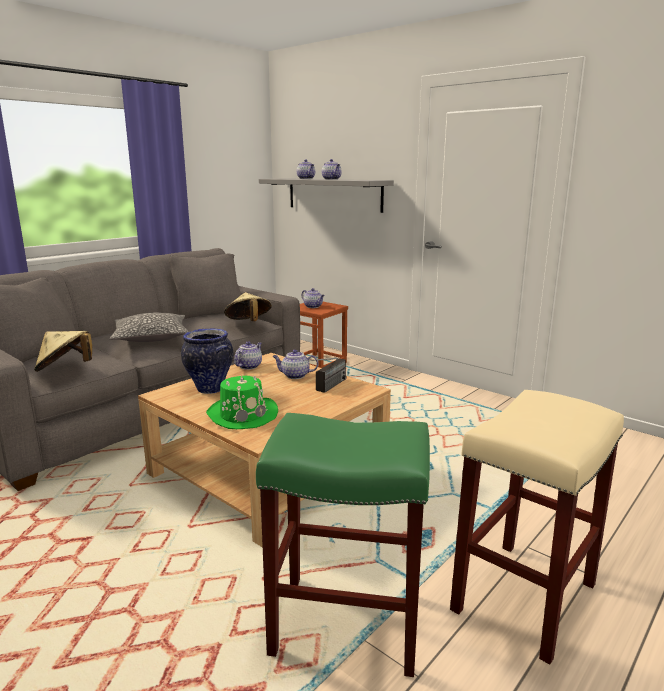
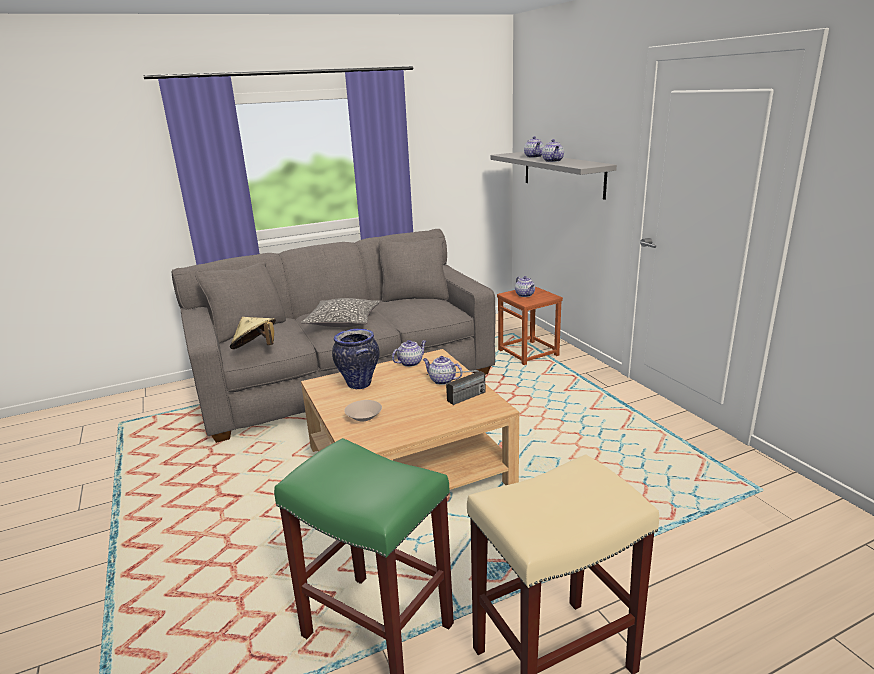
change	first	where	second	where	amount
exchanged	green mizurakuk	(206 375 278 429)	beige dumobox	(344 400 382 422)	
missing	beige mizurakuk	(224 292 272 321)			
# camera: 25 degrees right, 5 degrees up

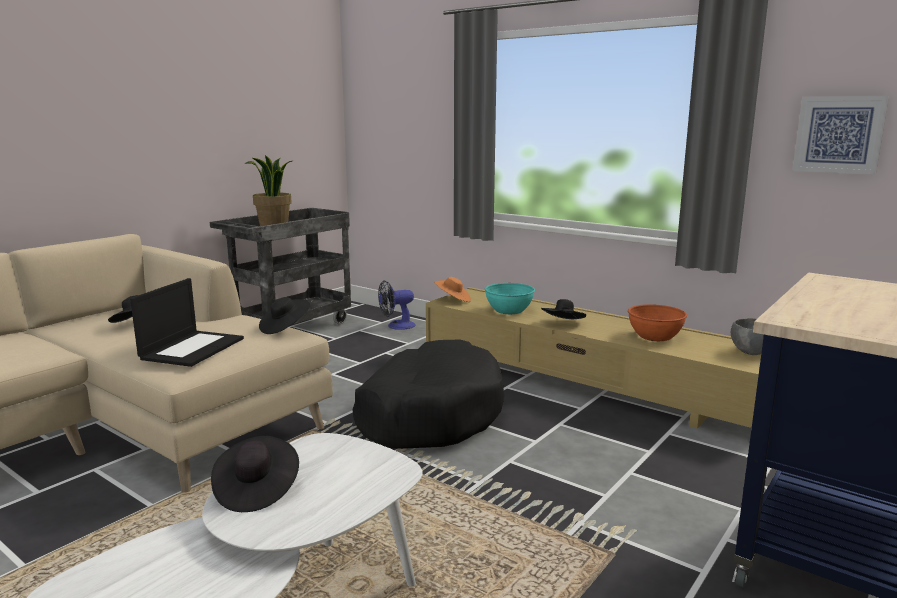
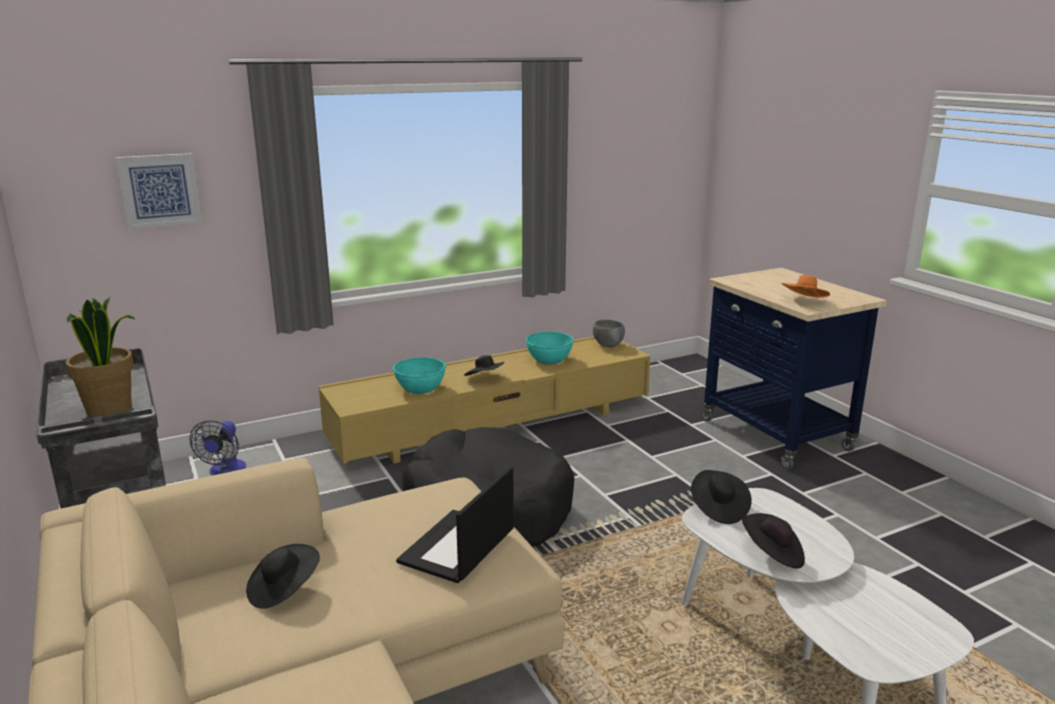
change	first	where	second	where	amount
relocated	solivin	(792 96 889 175)		(115 153 202 229)	
spun	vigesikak	(130 278 244 367)		(396 467 514 583)	105 degrees counterclockwise
colour	orange dumobox	(628 304 687 341)	turquoise dumobox	(526 332 574 364)	
relocated	black mizurakuk	(259 297 311 334)		(691 470 752 524)	
relocated	orange mizurakuk	(434 277 471 302)		(782 275 830 298)	
# camera: 65 degrees left, 5 degrees up

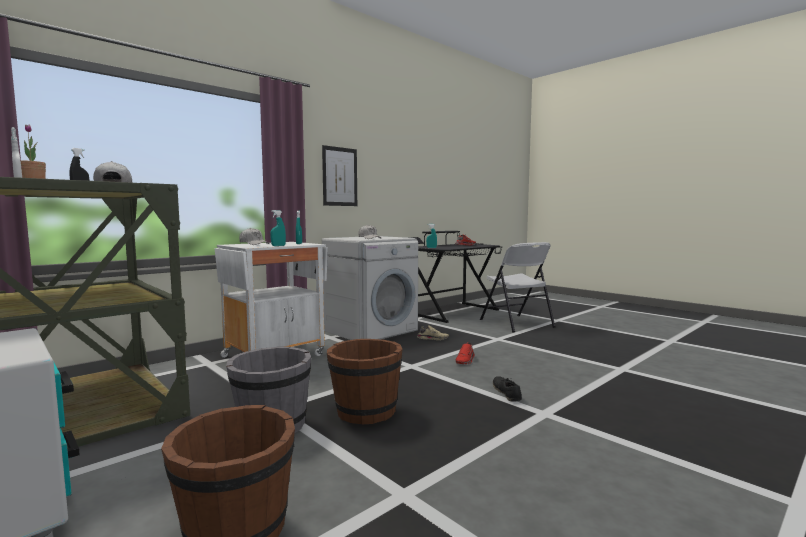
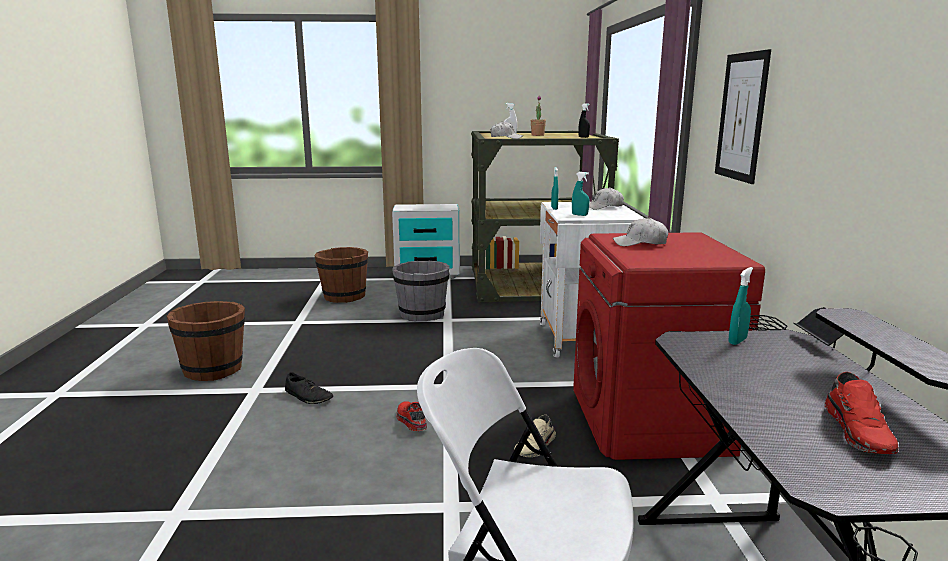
change	first	where	second	where	amount
relocated	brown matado	(327 339 403 424)		(166 301 245 381)	
colour	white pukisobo	(322 236 418 340)	red pukisobo	(573 232 765 460)	
# camera: 130 degrees right, 10 degrees up

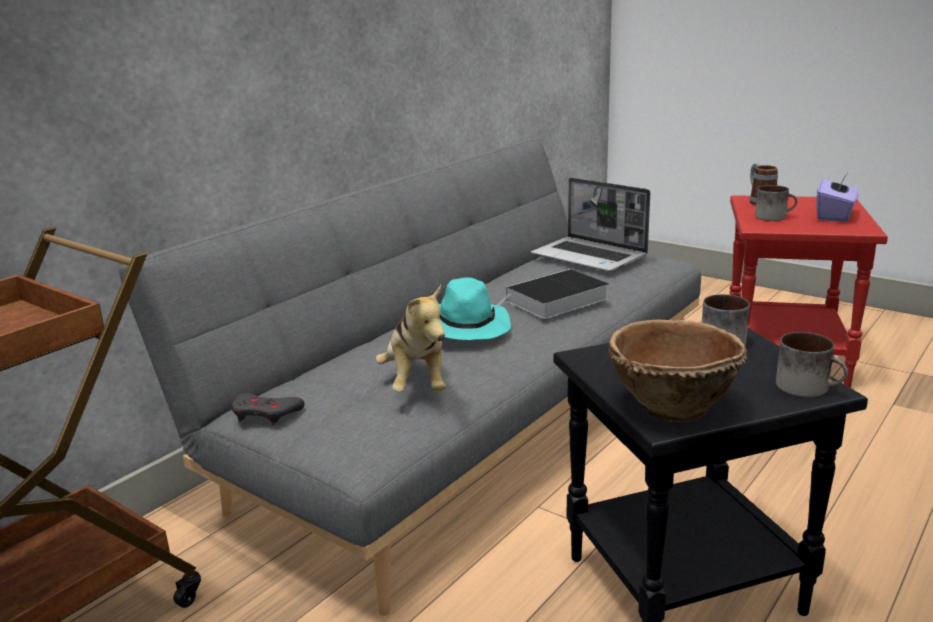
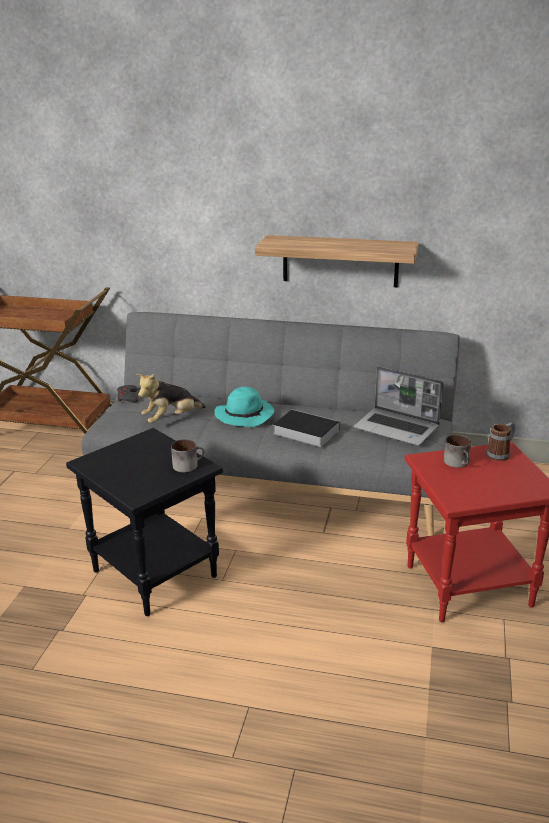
change	first	where	second	where	amount
appeared			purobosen	(255 235 419 287)	
spun	vigesikak	(531 177 650 272)		(354 366 443 445)	75 degrees counterclockwise
missing	brown dumobox	(608 320 747 422)			
missing	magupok	(776 332 848 397)			
missing	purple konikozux	(816 171 859 222)			
# camera: 65 degrees right, 5 degrees up

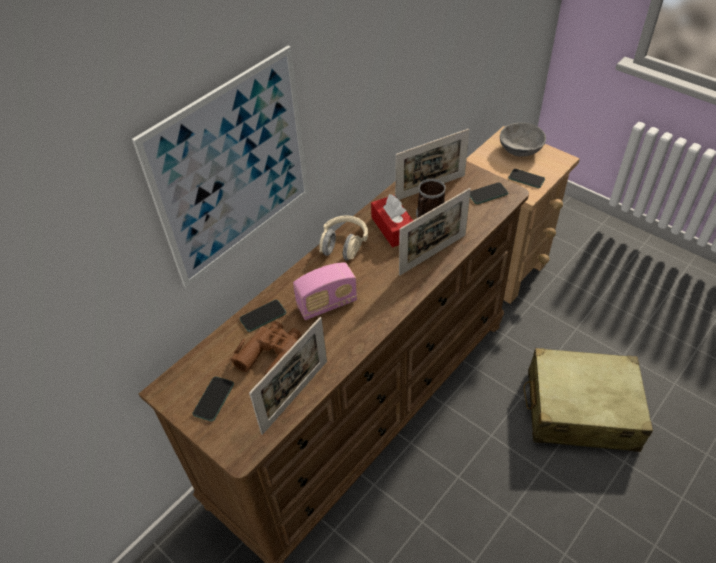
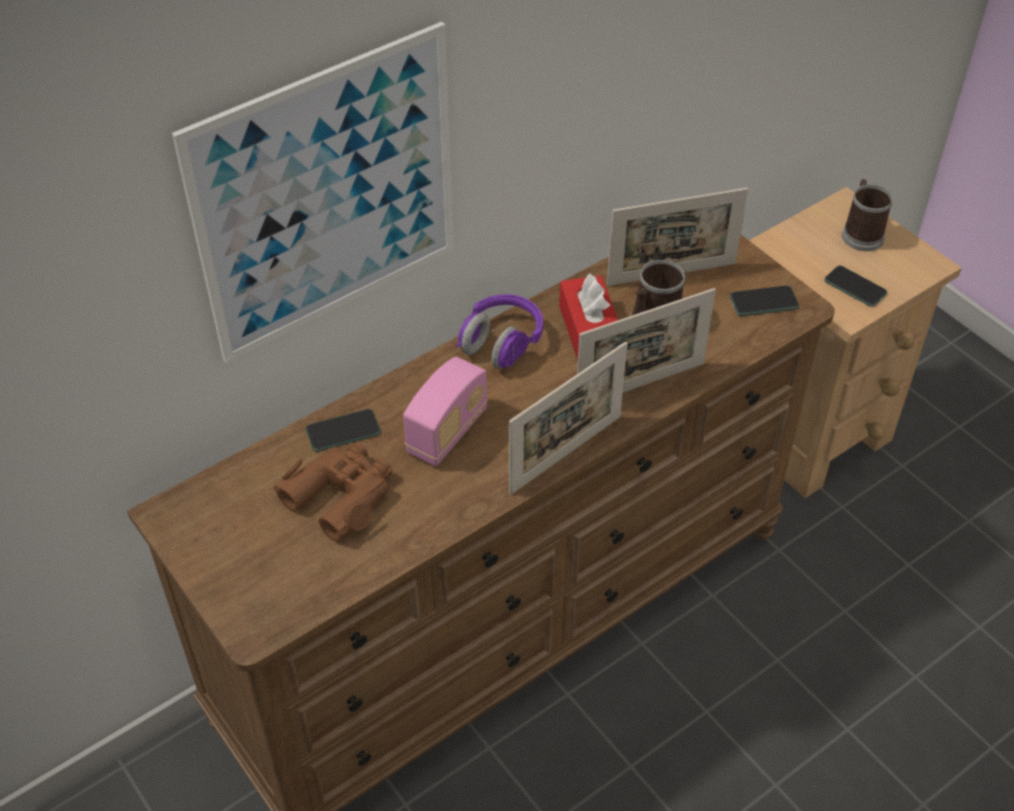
change	first	where	second	where	amount
spun	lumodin	(293 262 357 320)		(403 357 488 466)	45 degrees counterclockwise
colour	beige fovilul	(319 215 368 261)	purple fovilul	(456 294 543 369)	
relocated	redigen	(249 317 327 435)		(509 342 628 495)	
exchanged	grey dumobox	(500 123 546 157)	magupok	(842 179 893 251)	
missing	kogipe	(193 377 234 422)			
missing	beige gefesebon	(523 348 653 452)			
# camera: 10 degrees right, 0 degrees up

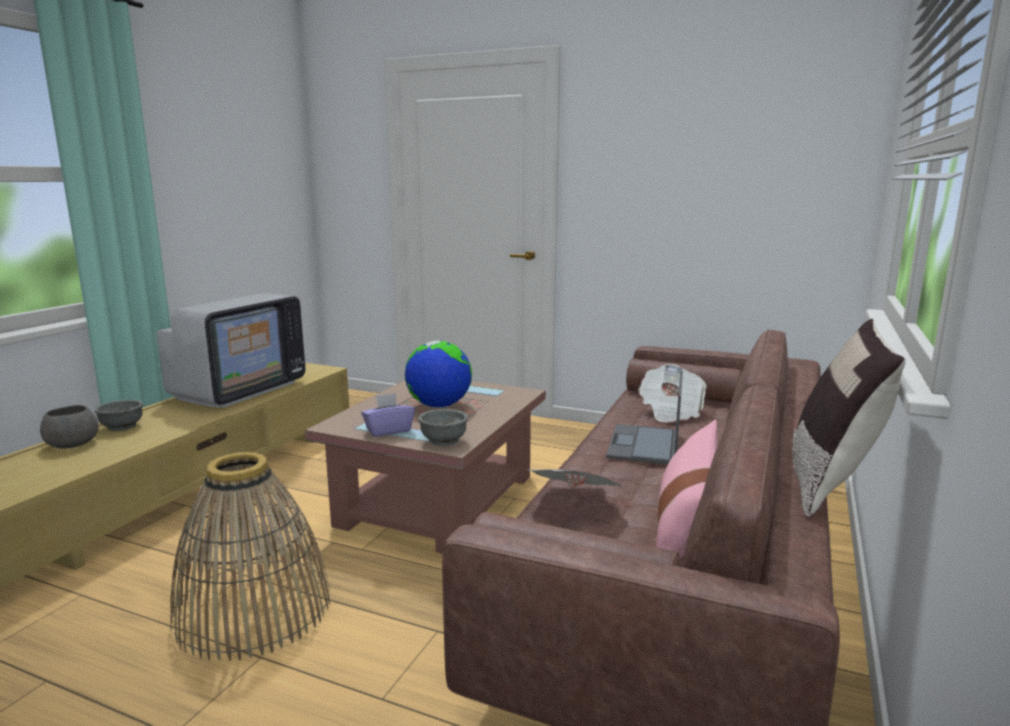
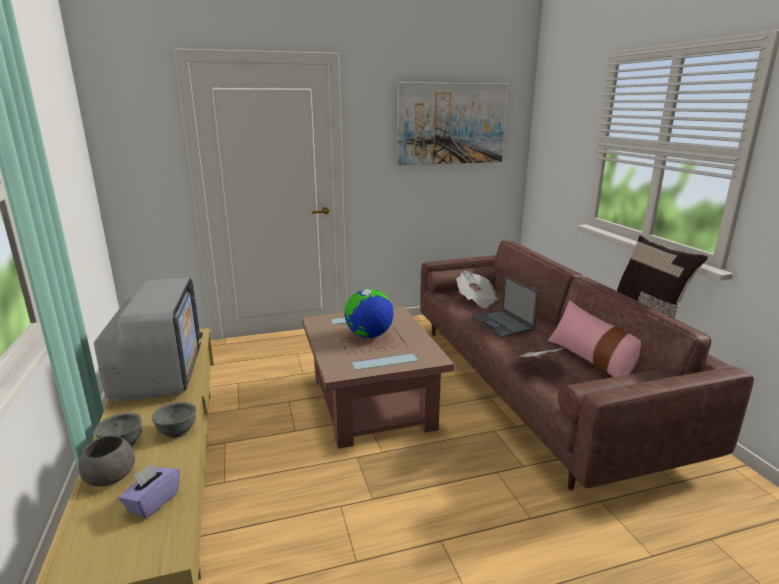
change	first	where	second	where	amount
relocated	purple konikozux	(361 393 415 437)		(119 462 180 519)	
relocated	grey dumobox	(419 409 468 446)		(152 402 196 438)	
appeared			solivin	(397 82 508 165)	
missing	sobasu	(170 452 330 661)			
# camera: 40 degrees left, 5 degrees up

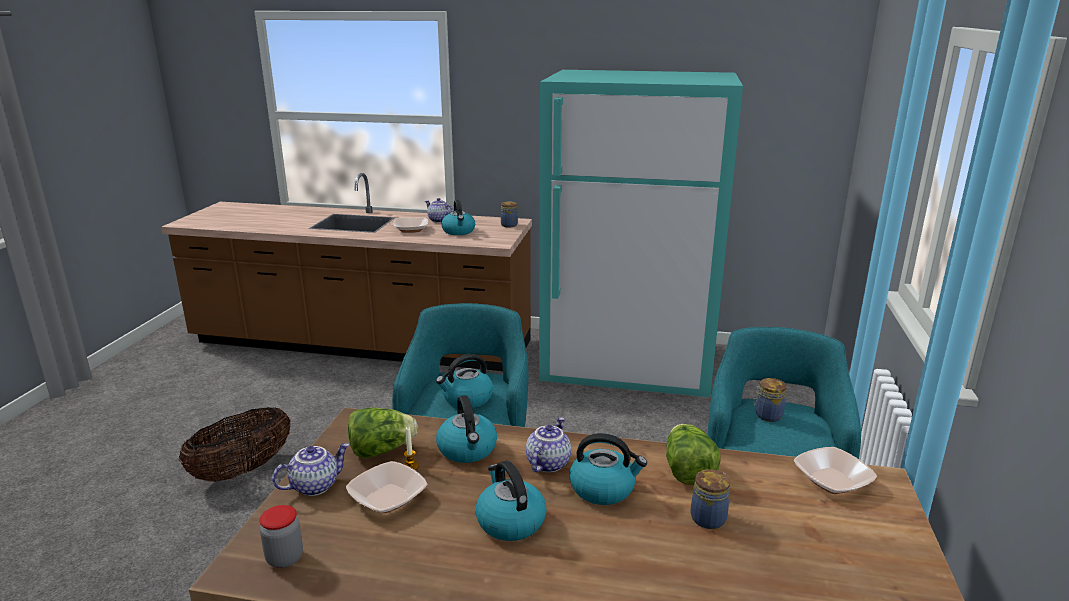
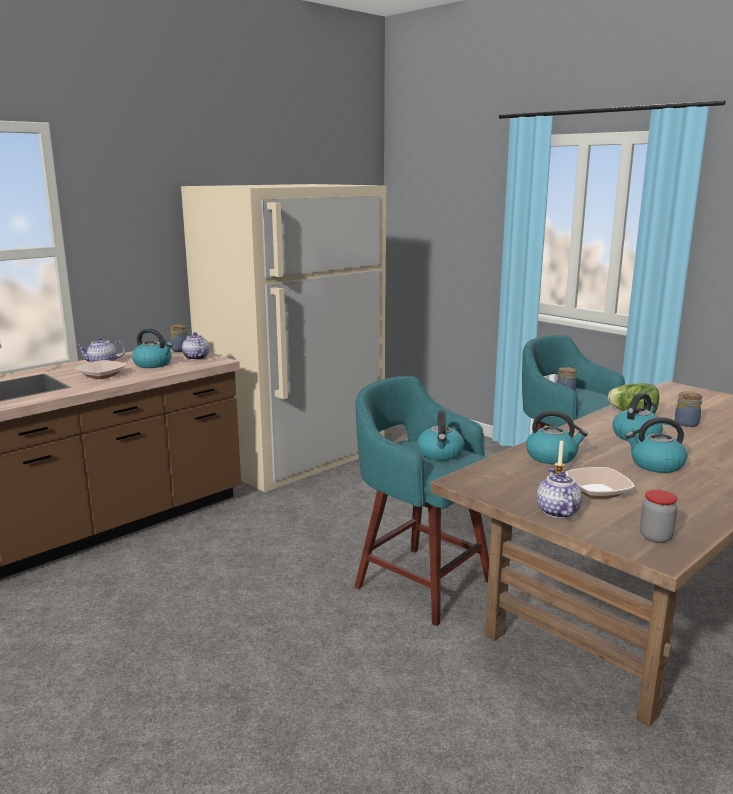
change	first	where	second	where	amount
colour	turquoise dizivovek	(539 70 743 397)	beige dizivovek	(181 184 386 492)	
relocated	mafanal	(526 417 571 473)		(182 332 210 360)	
missing	sobasu	(179 407 290 482)			
missing	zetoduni	(348 408 418 458)			
missing	dumobox	(794 447 877 494)			
# camera: 55 degrees left, 5 degrees down

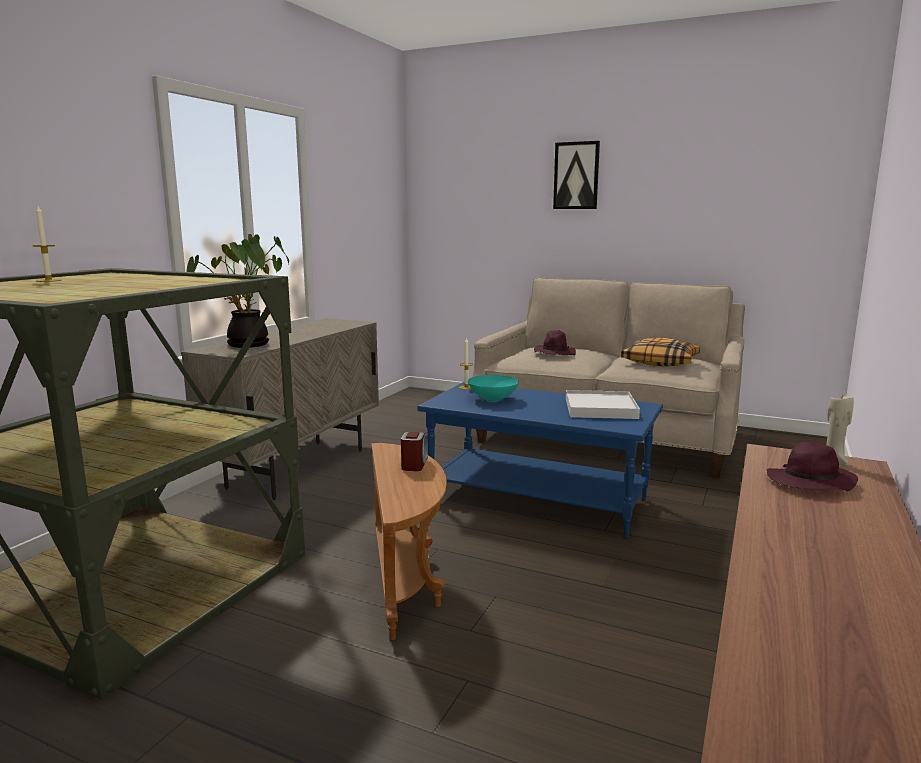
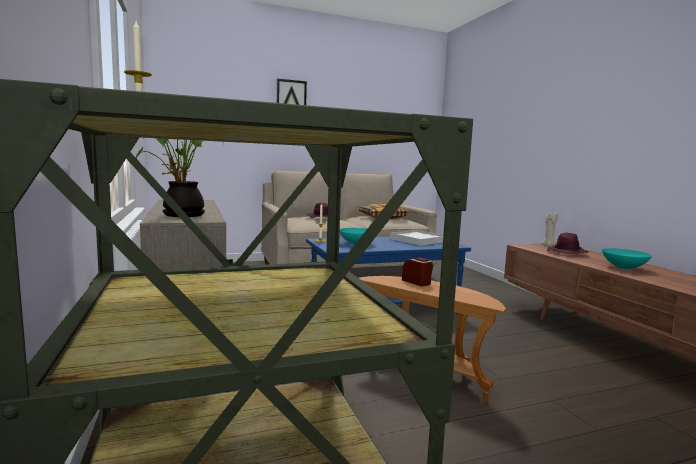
change	first	where	second	where	amount
appeared			turquoise dumobox	(602 248 652 270)	
# camera: 45 degrees left, 5 degrees down

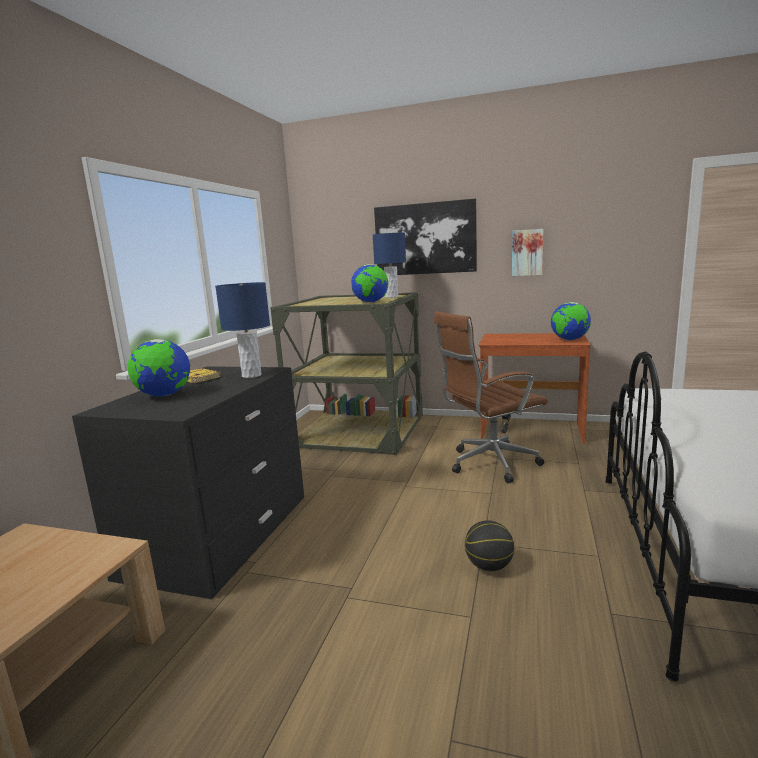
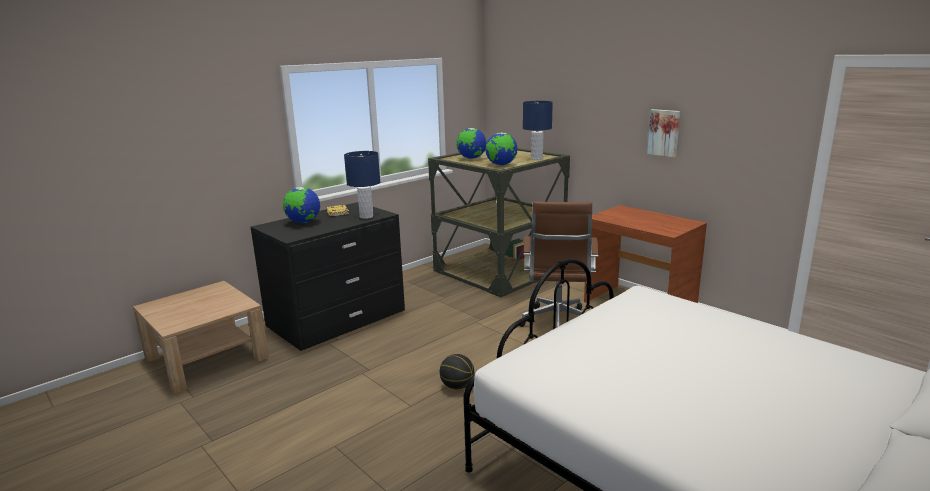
change	first	where	second	where	amount
relocated	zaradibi	(551 302 591 340)		(456 128 487 159)	
spun	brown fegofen	(434 311 548 483)		(519 201 599 327)	90 degrees counterclockwise
missing	solivin	(374 198 477 275)			
# camera: 30 degrees right, 5 degrees up

